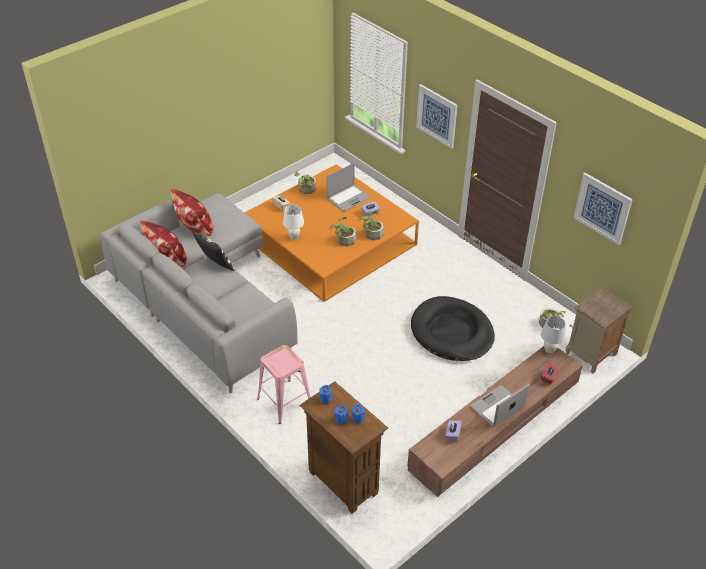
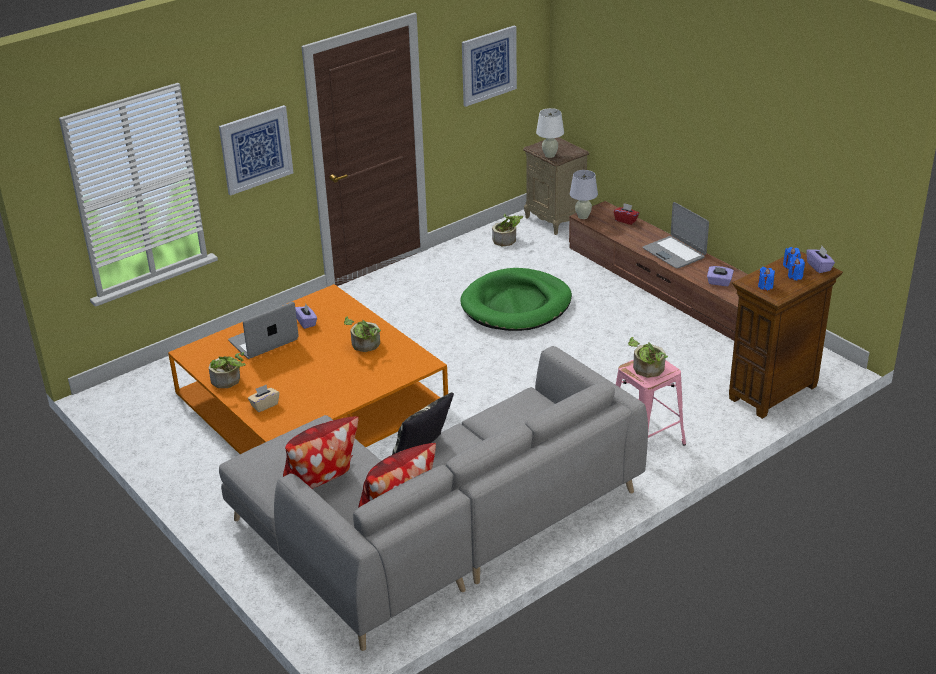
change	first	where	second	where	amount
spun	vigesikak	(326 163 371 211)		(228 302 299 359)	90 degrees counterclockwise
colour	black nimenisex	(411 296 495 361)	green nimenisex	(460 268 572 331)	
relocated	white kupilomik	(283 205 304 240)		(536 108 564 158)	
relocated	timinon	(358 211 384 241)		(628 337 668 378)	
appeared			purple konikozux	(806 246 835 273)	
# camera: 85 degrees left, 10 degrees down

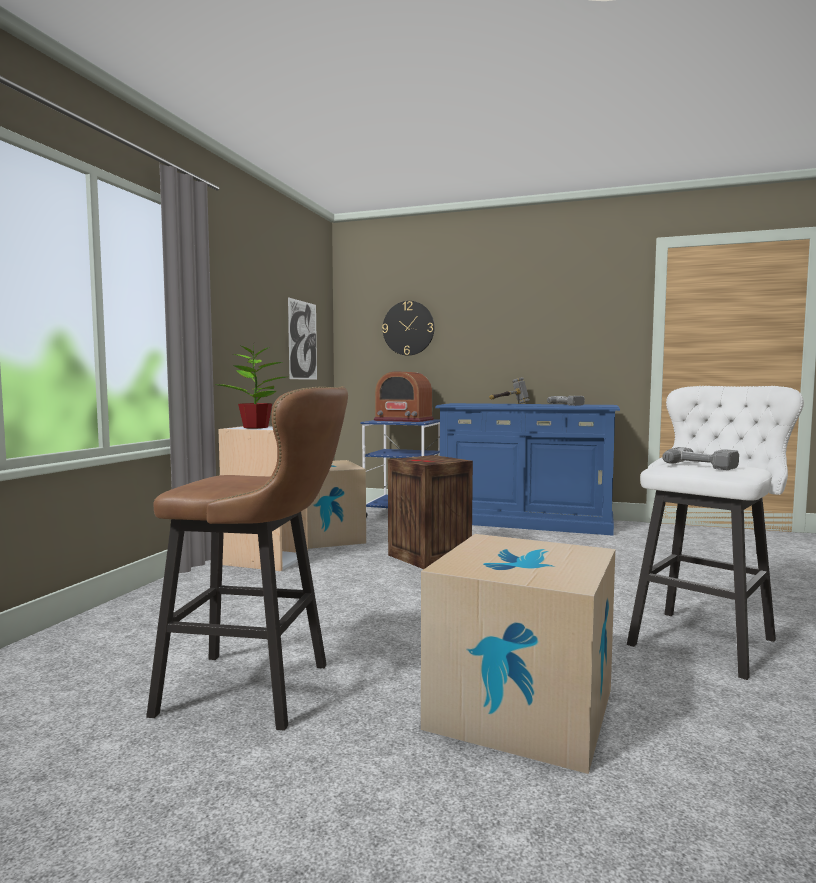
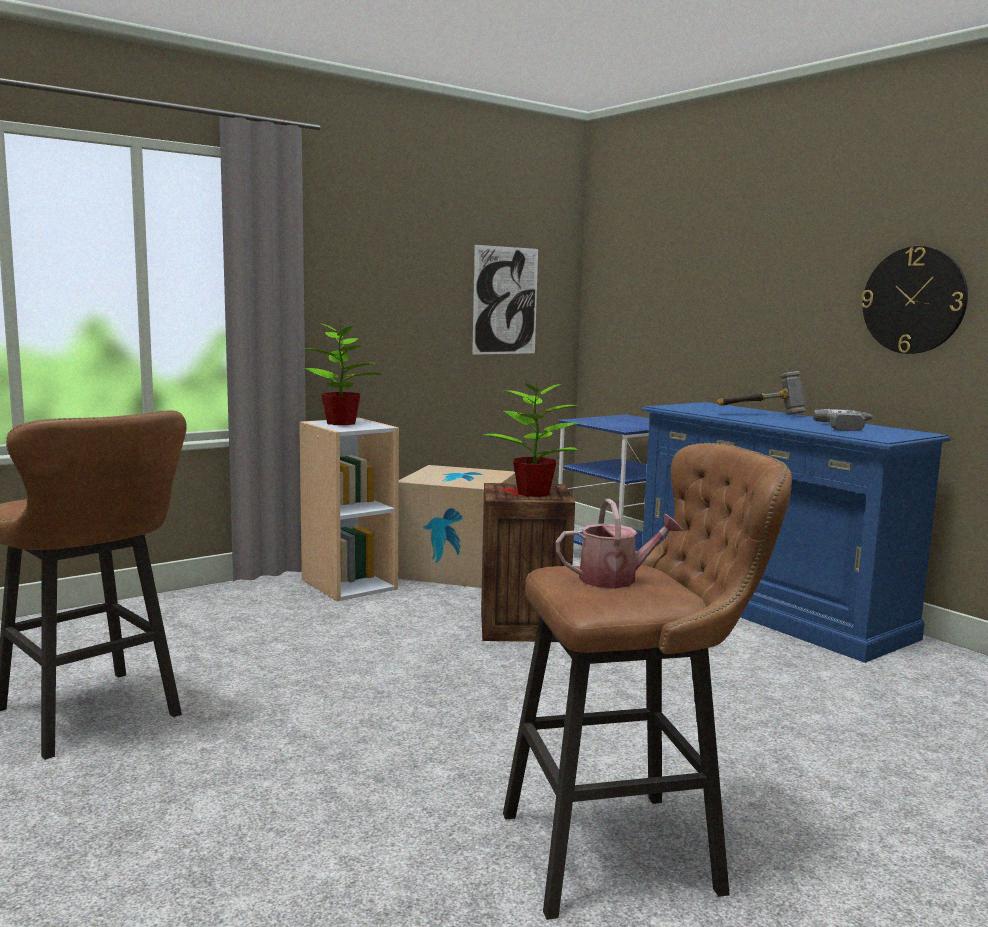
change	first	where	second	where	amount
appeared			timinon	(483 375 581 497)	
colour	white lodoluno	(627 386 804 680)	brown lodoluno	(503 443 792 920)	
exchanged	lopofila	(662 447 739 470)	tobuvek	(556 499 682 588)	
relocated	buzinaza	(382 301 435 356)		(861 246 968 354)	
missing	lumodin	(374 372 434 422)			
missing	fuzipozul	(421 534 615 774)			
# camera: 35 degrees right, 5 degrees up

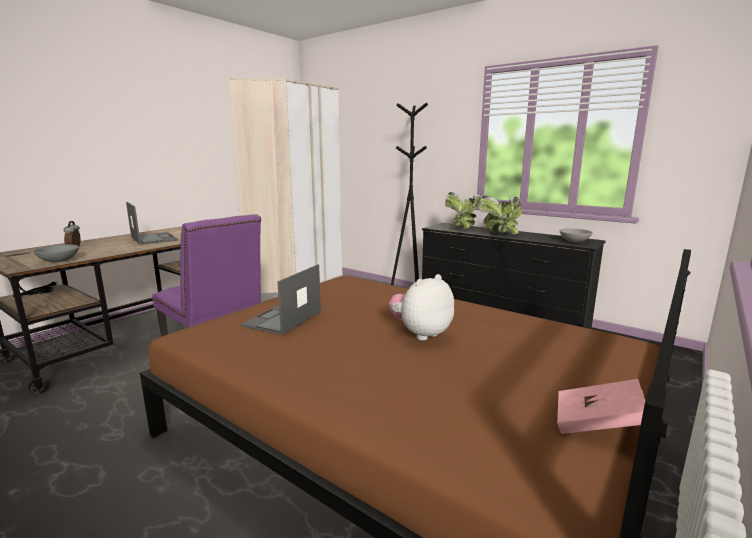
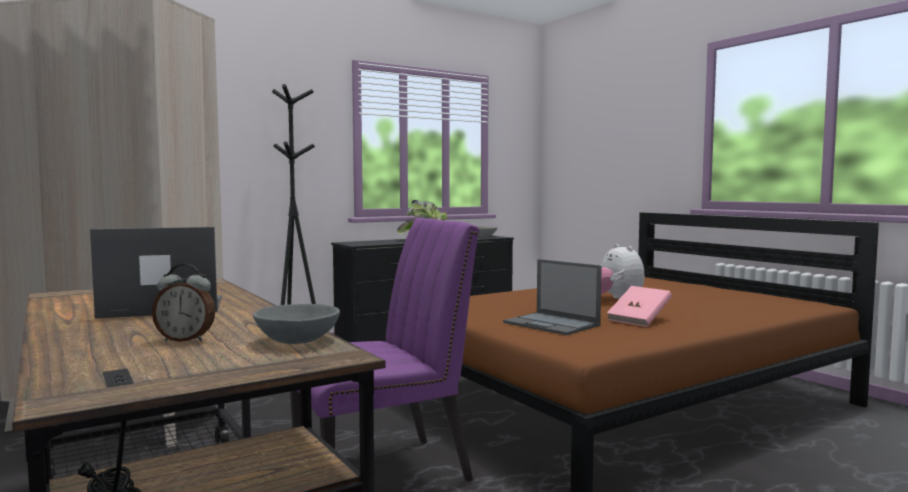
change	first	where	second	where	amount
relocated	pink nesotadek	(557 379 645 434)		(607 286 672 327)	
missing	timinon	(445 192 482 228)			
# camera: 70 degrees left, 10 degrees down

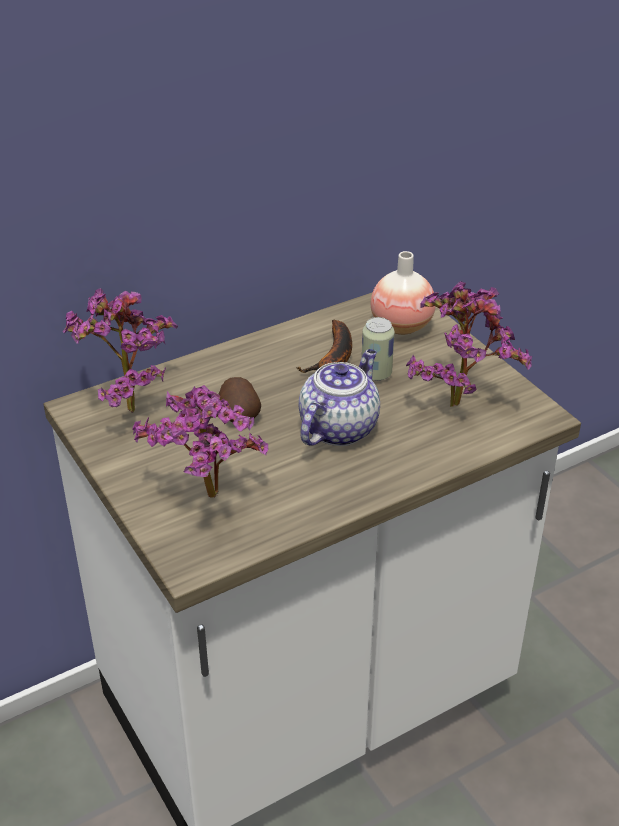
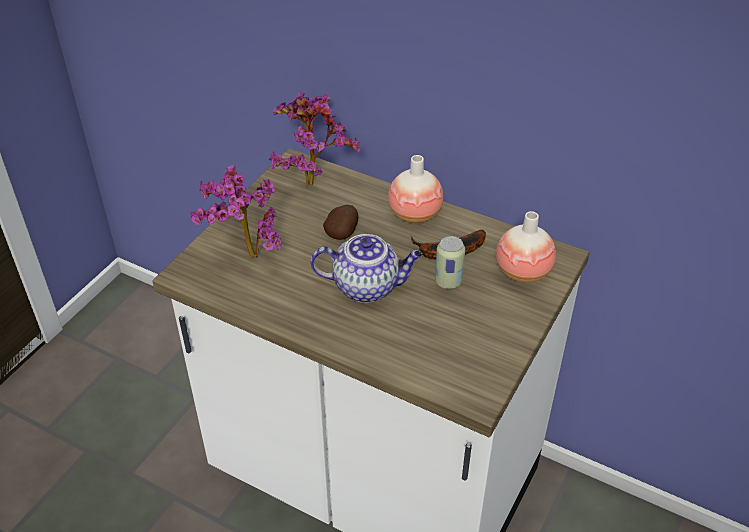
change	first	where	second	where	amount
appeared			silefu	(388 155 444 223)	
missing	timinon	(406 281 532 407)			
# camera: 60 degrees right, 5 degrees up

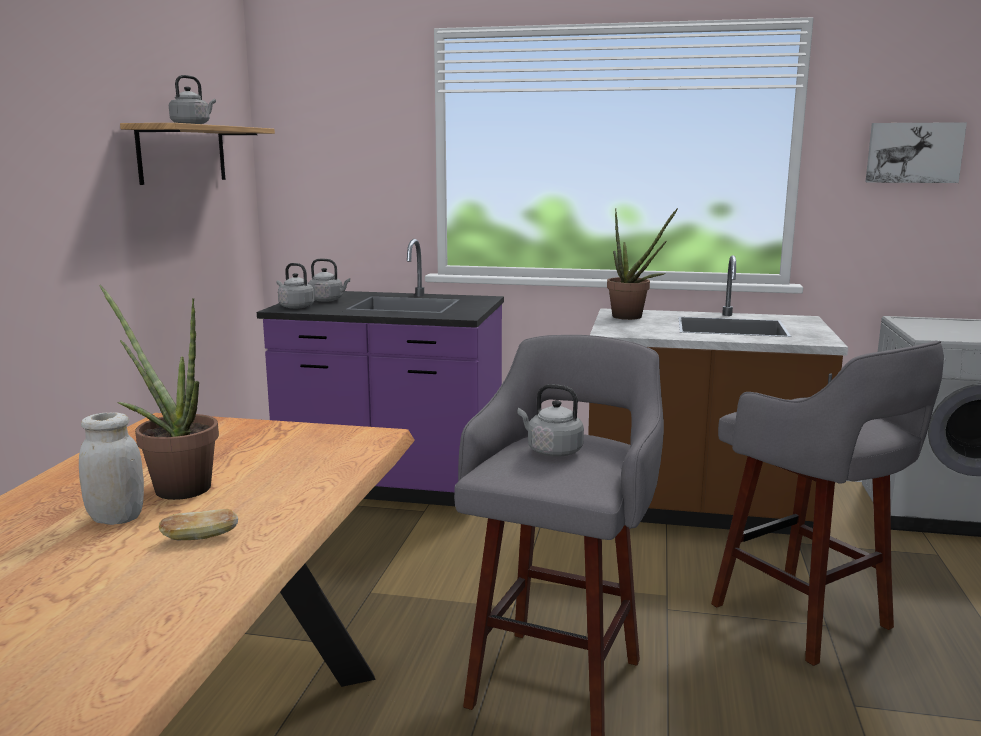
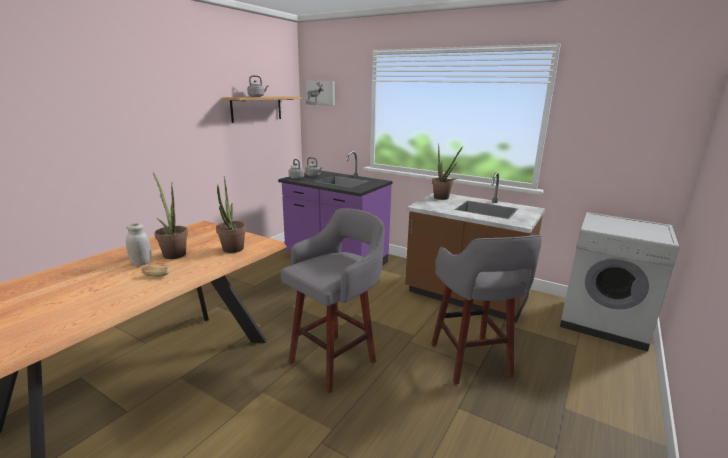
change	first	where	second	where	amount
appeared			timinon	(216 176 247 253)	
relocated	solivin	(865 122 967 183)		(305 81 335 106)	
missing	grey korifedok	(517 384 584 457)			
# camera: 20 degrees right, 5 degrees up

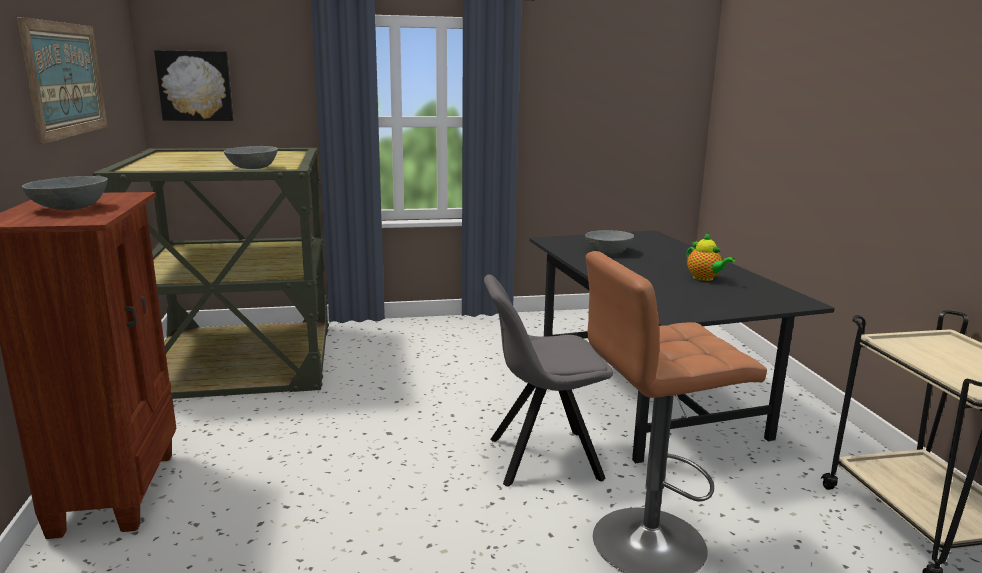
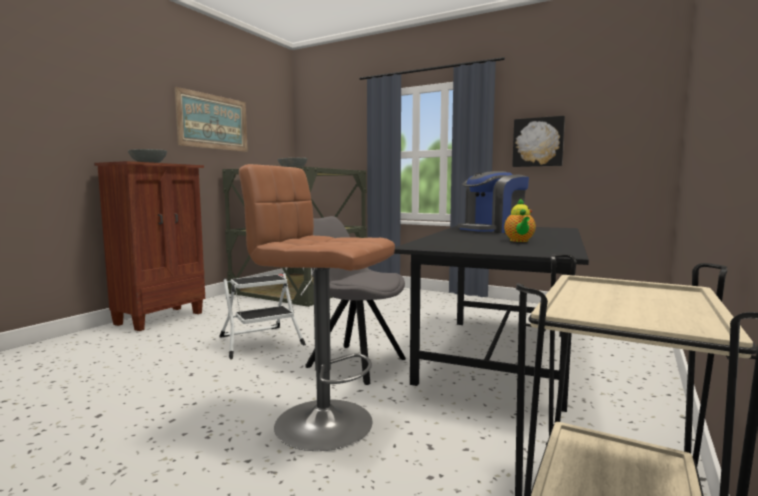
change	first	where	second	where	amount
appeared			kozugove	(219 273 306 359)	
exchanged	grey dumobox	(585 230 634 254)	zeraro	(457 171 529 233)	
relocated	solivin	(154 50 234 121)		(512 116 565 167)	
# camera: 40 degrees right, 10 degrees down

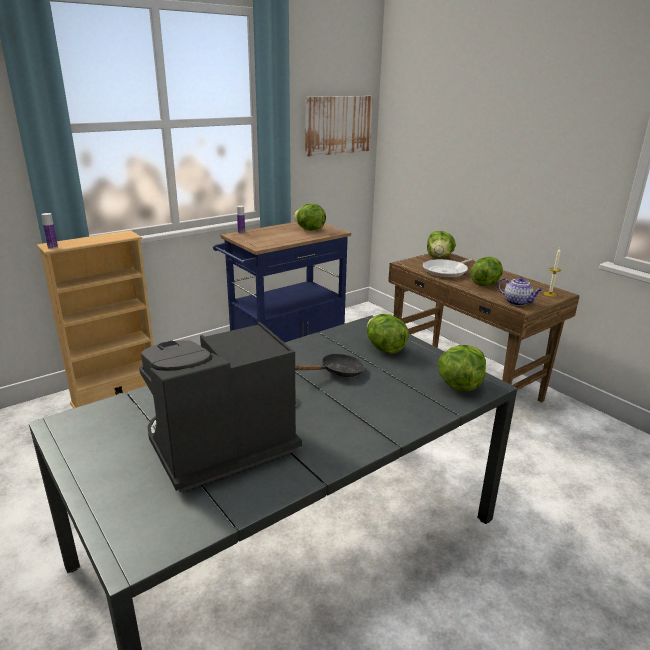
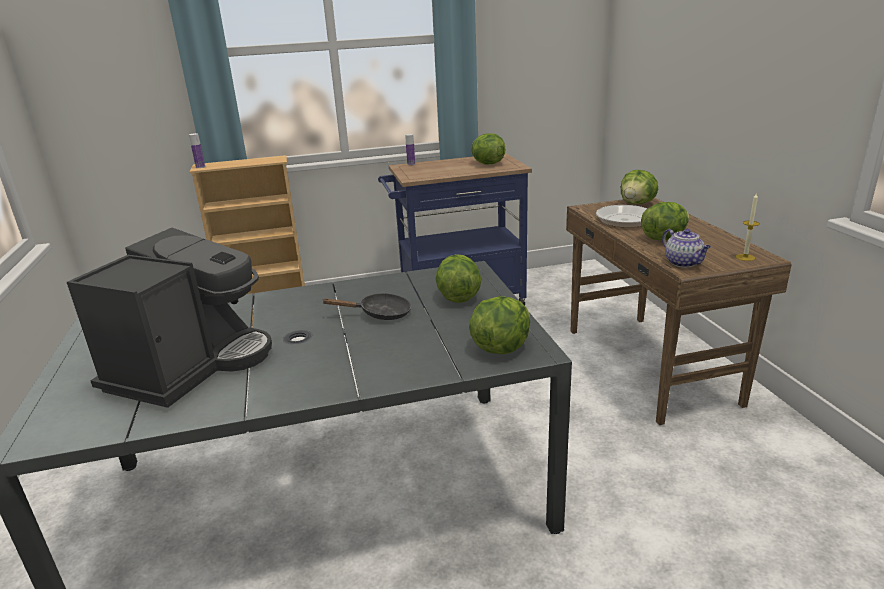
change	first	where	second	where	amount
spun	zeraro	(139 322 302 492)		(67 228 272 408)	120 degrees clockwise
missing	solivin	(305 96 373 157)			
# camera: 25 degrees right, 0 degrees up

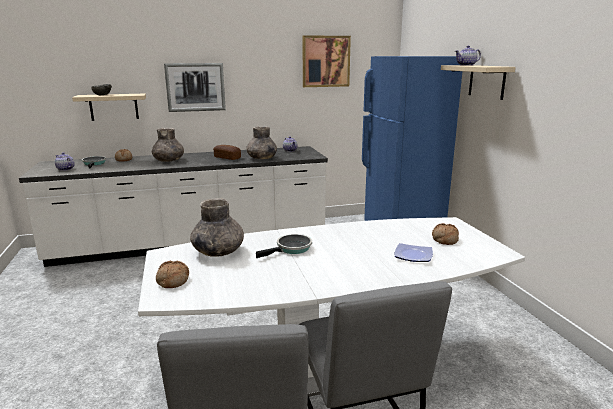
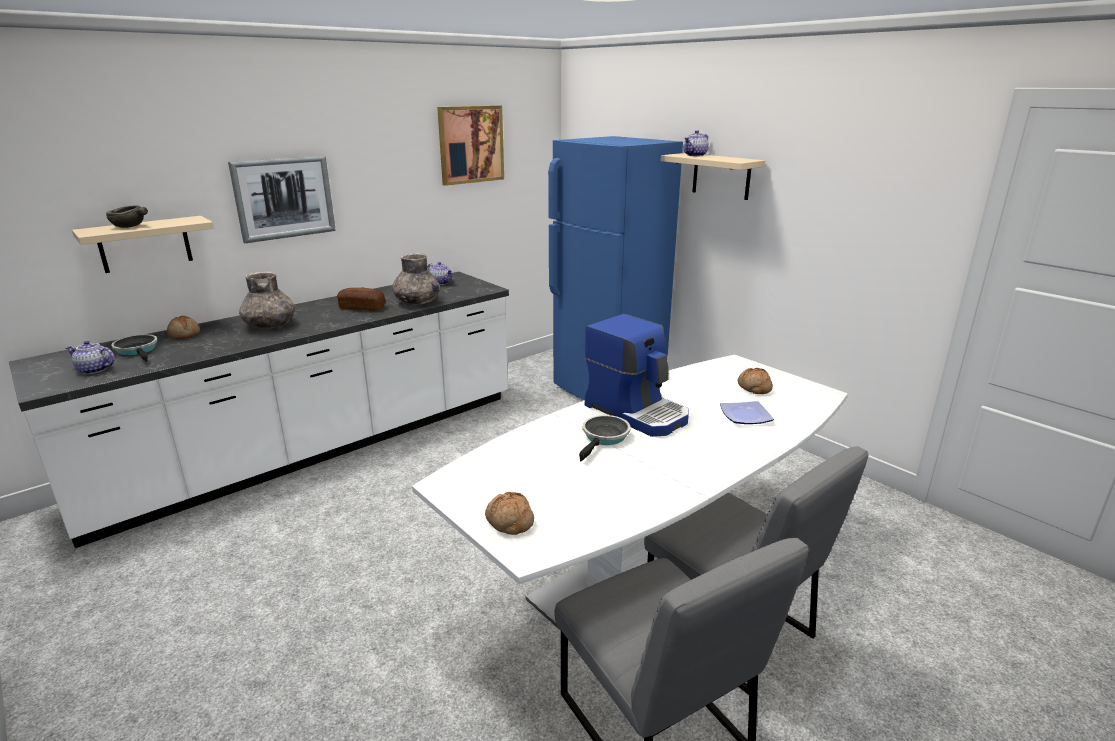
change	first	where	second	where	amount
appeared			zeraro	(585 314 689 437)	
missing	grey silefu	(190 198 244 257)			
# camera: 25 degrees left, 5 degrees up

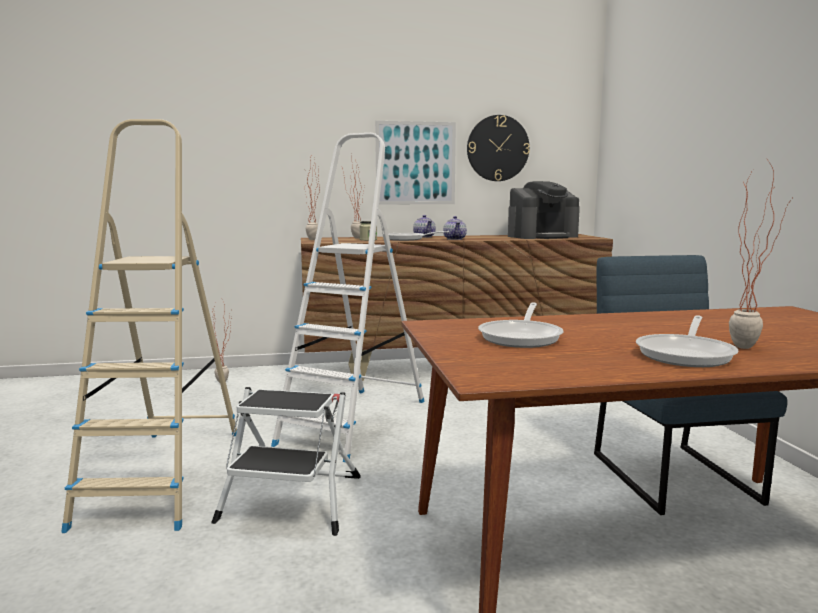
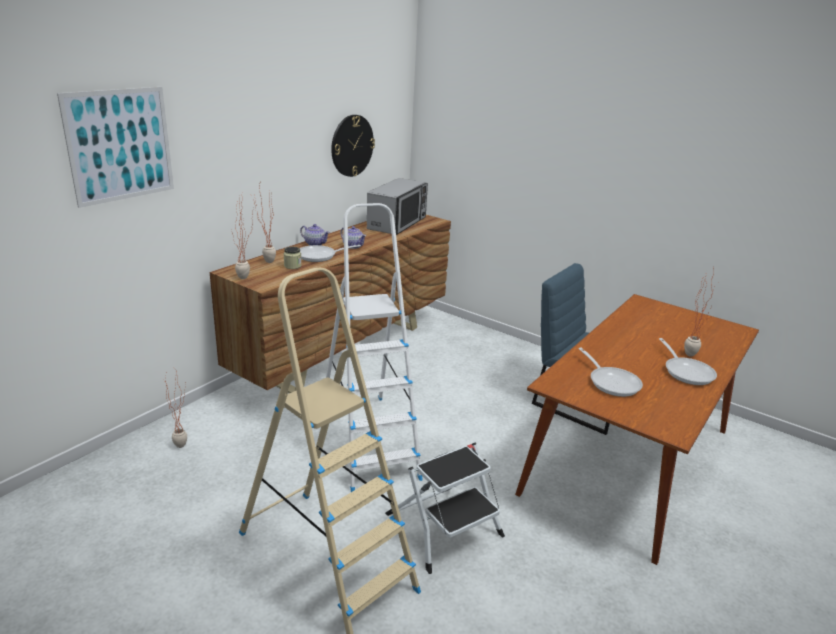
change	first	where	second	where	amount
relocated	solivin	(375 121 456 205)		(57 87 174 208)	
exchanged	zeraro	(508 181 580 239)	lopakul	(367 178 428 235)	
# camera: 45 degrees left, 15 degrees up

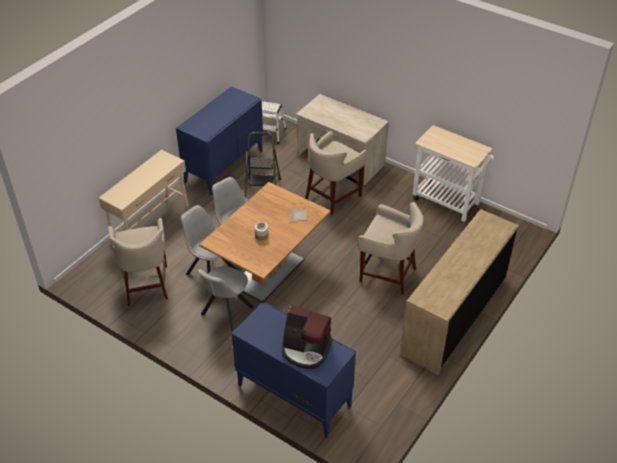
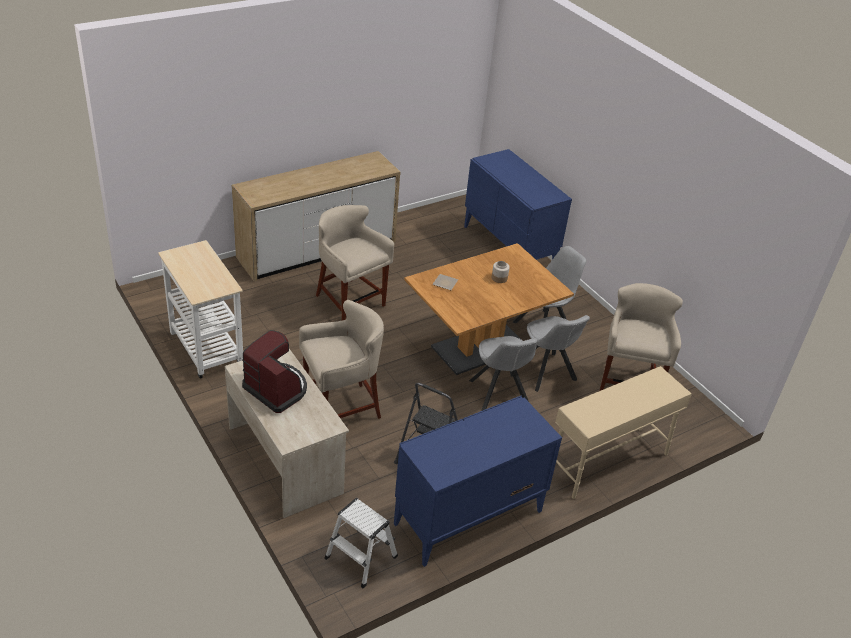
change	first	where	second	where	amount
relocated	zeraro	(282 306 333 369)		(242 330 307 413)	
# camera: 160 degrees left, 5 degrees down

